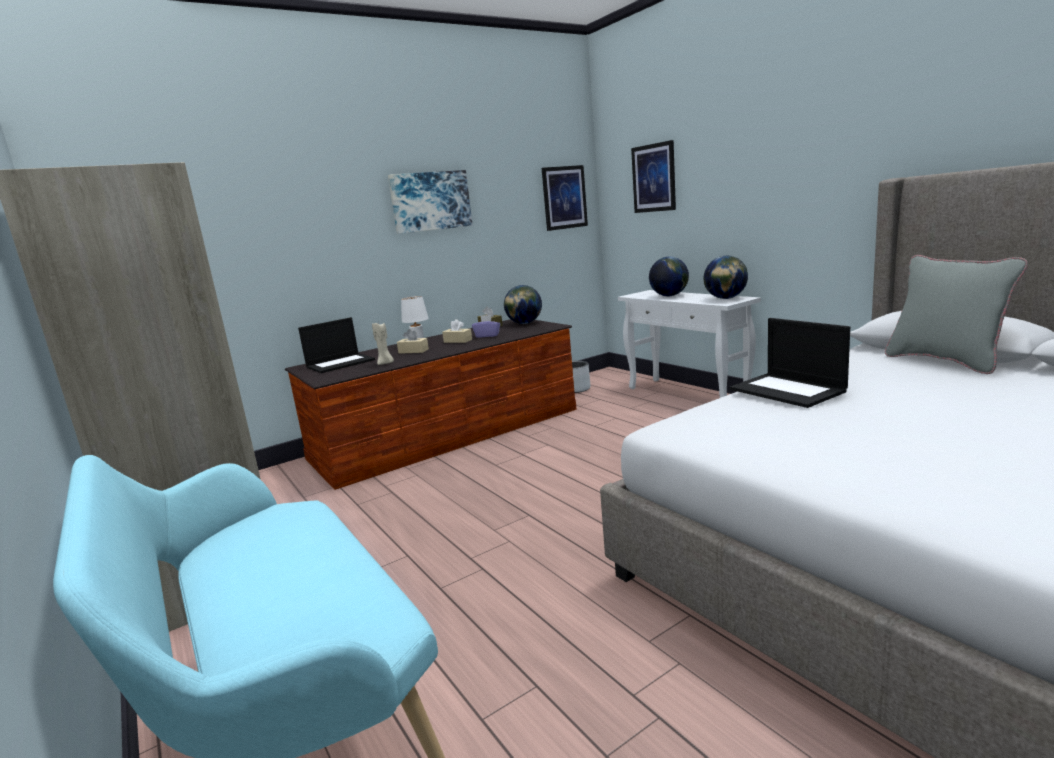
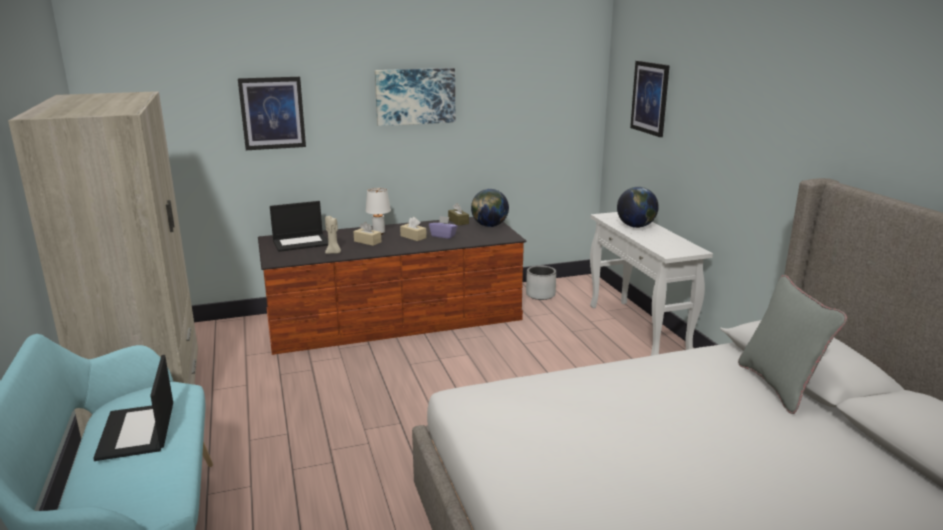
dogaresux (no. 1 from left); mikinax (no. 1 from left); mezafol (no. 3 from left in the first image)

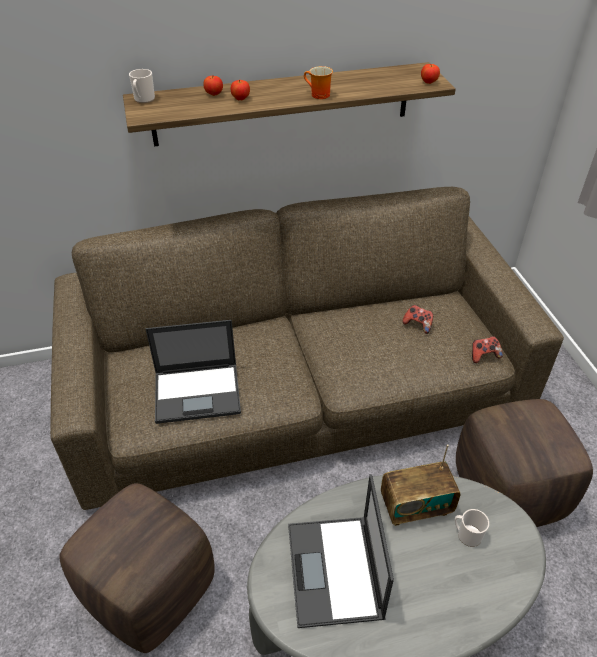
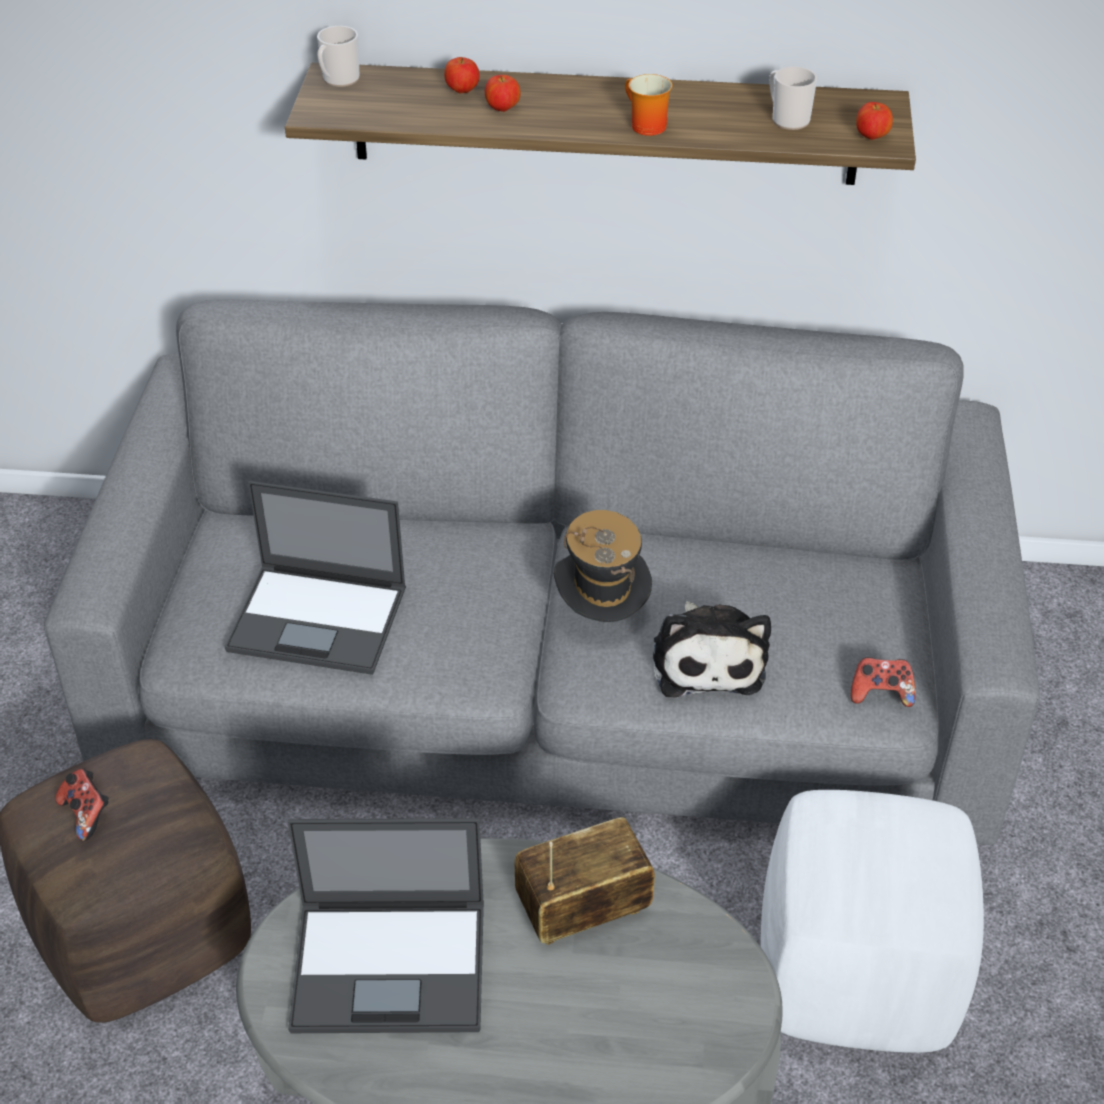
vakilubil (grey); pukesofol (no. 1 from left); dogaresux (no. 2 from left); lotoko; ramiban; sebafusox; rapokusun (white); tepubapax (no. 3 from left)

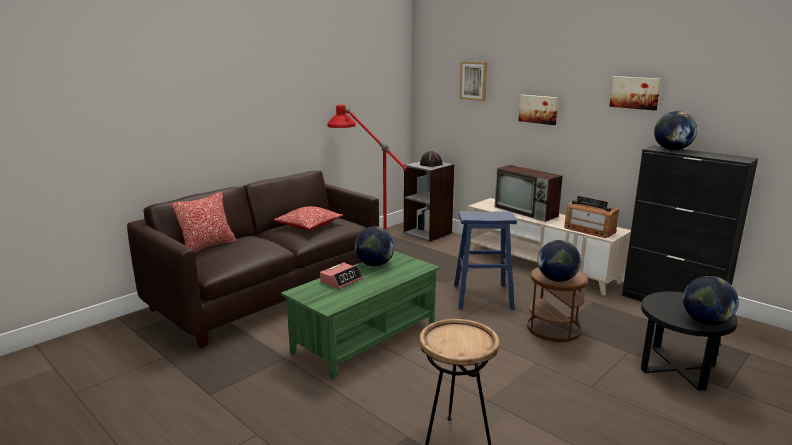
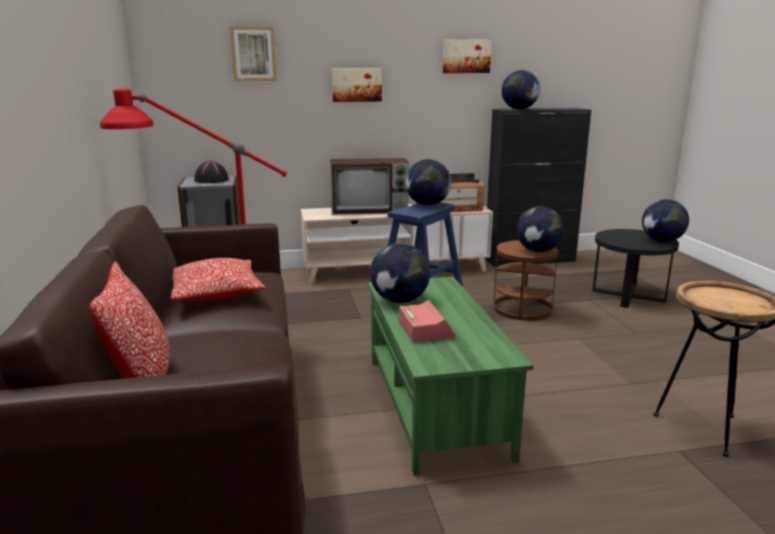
mezafol (no. 2 from left)

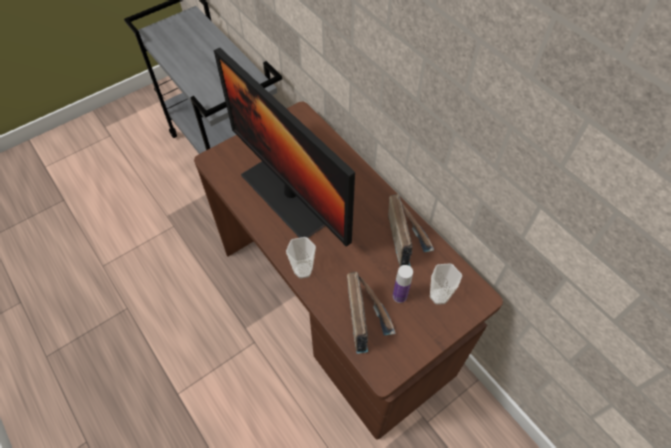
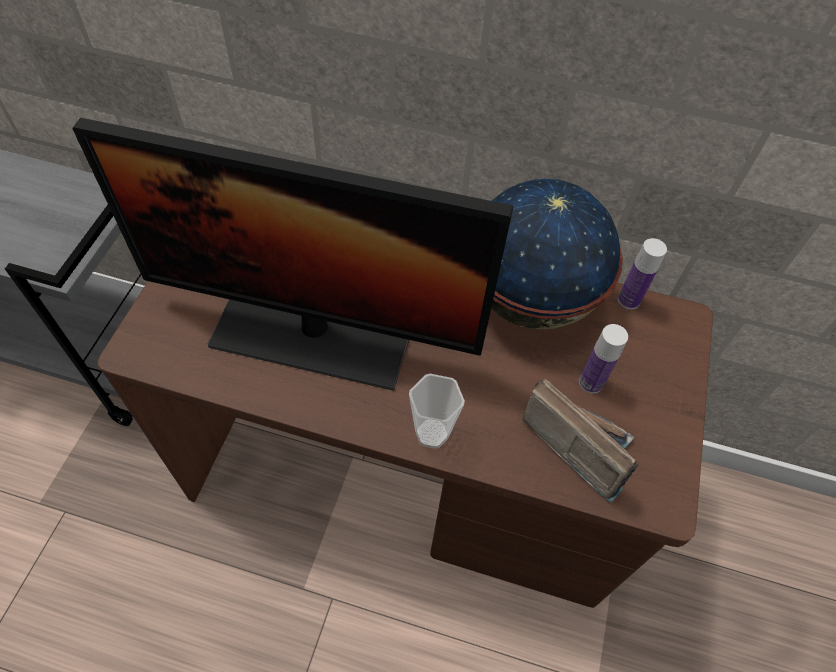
mezafol; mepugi (no. 2 from left); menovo (no. 2 from left in the first image)

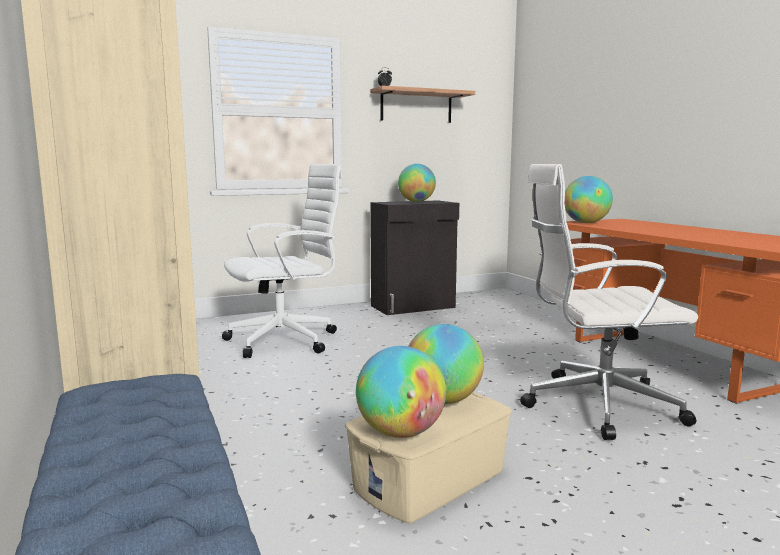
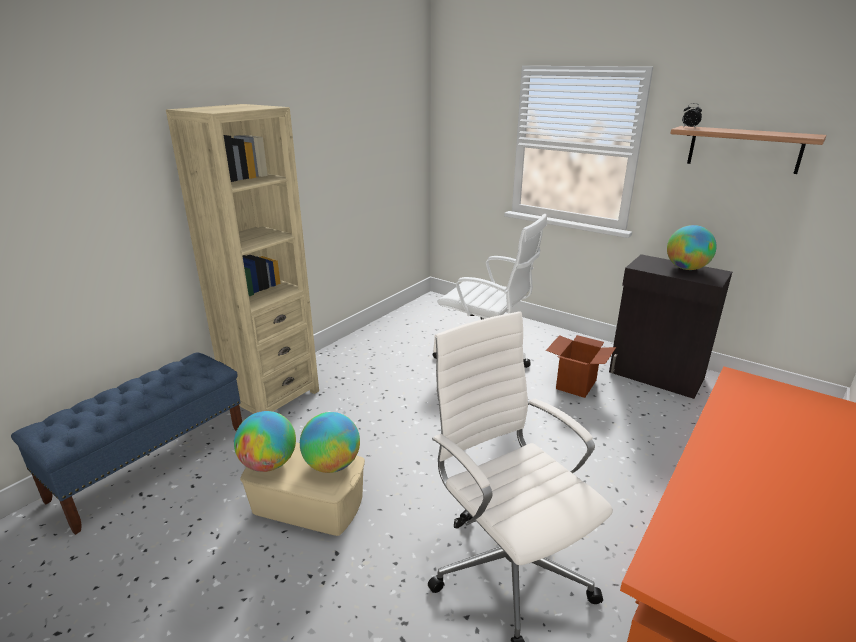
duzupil; mezafol (no. 4 from left in the first image)

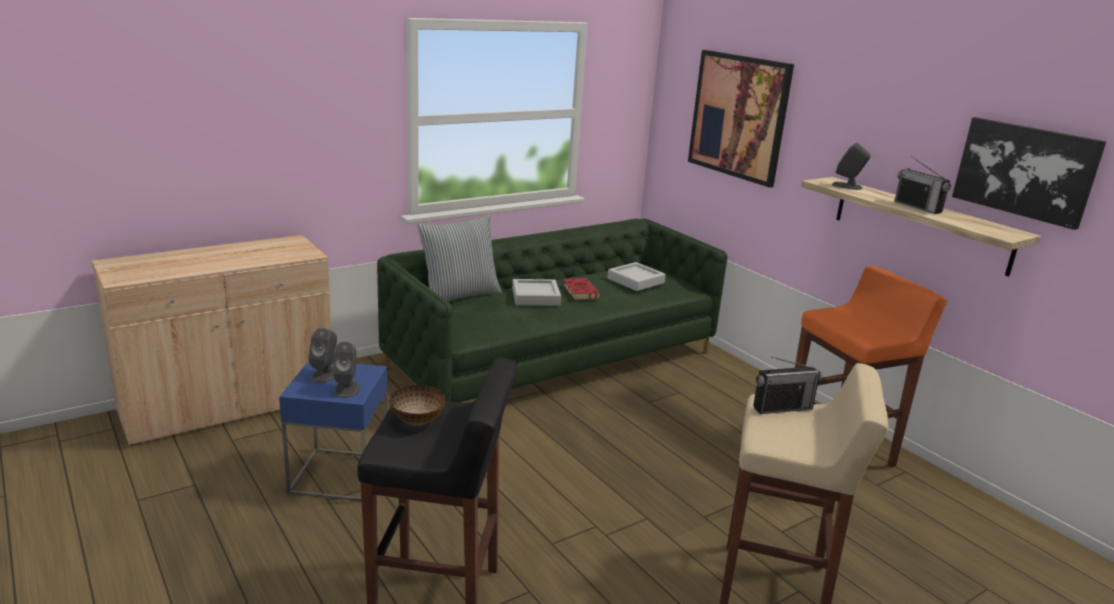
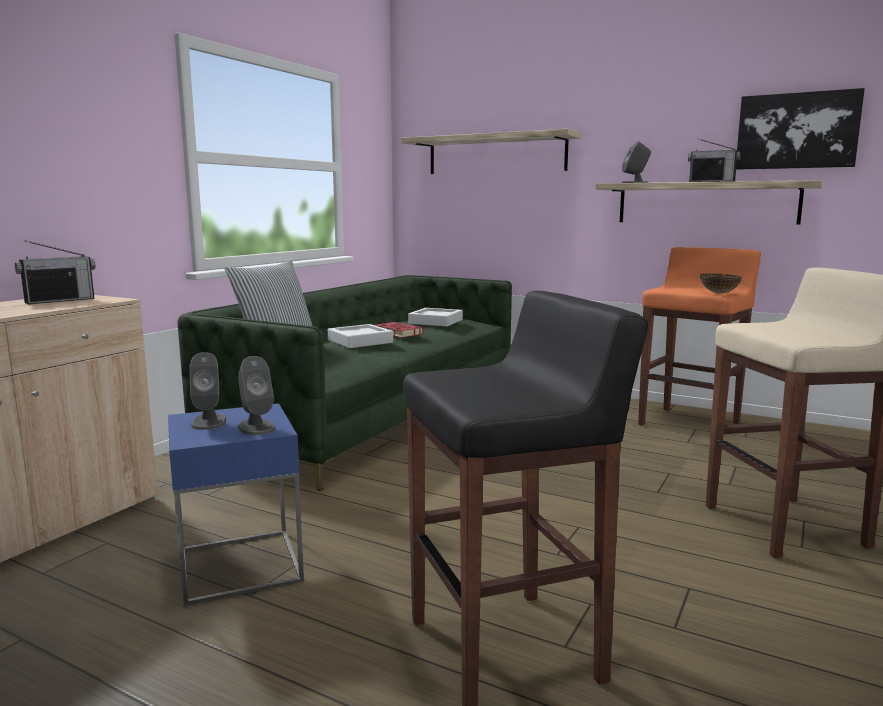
lotoko (no. 1 from left); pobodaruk (no. 1 from left); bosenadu

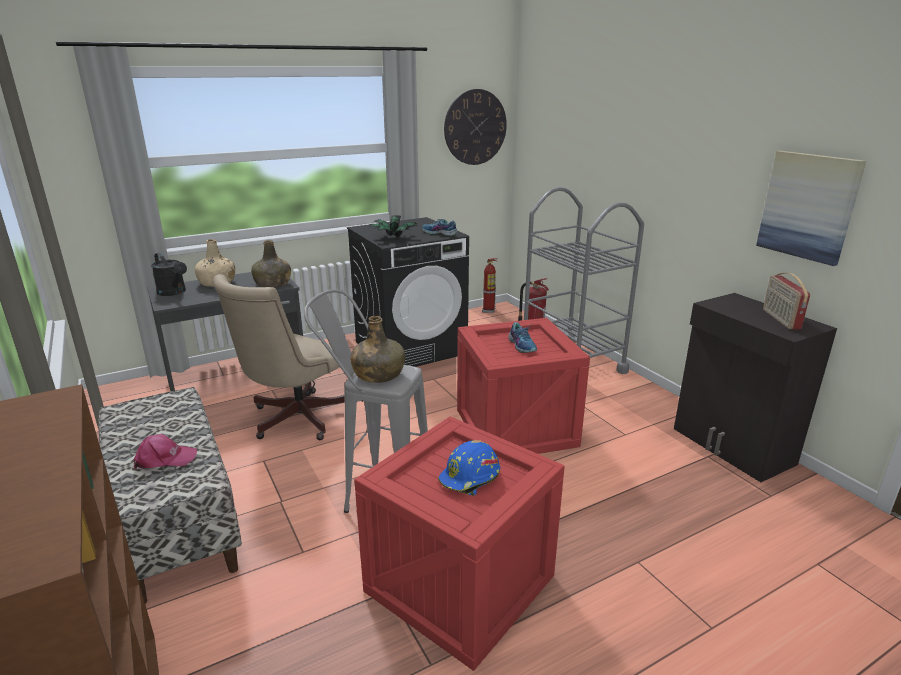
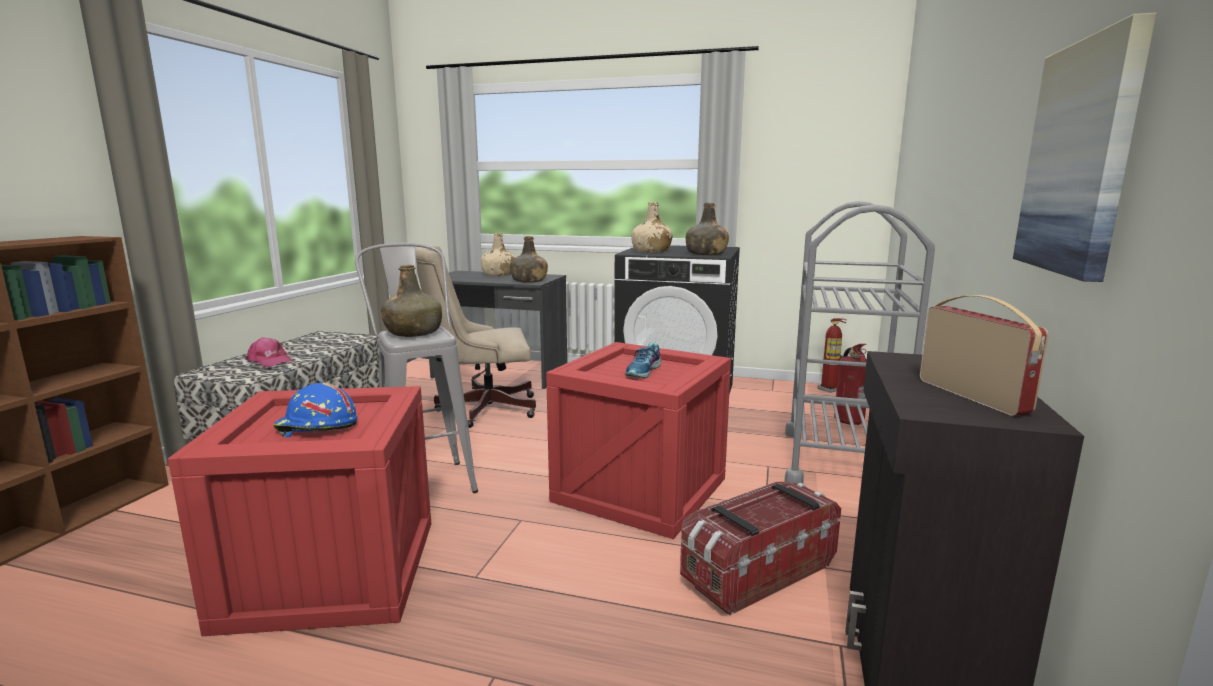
mepugi (beige) (no. 2 from left); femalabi; mepugi (green) (no. 3 from left); lotoko; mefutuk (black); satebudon

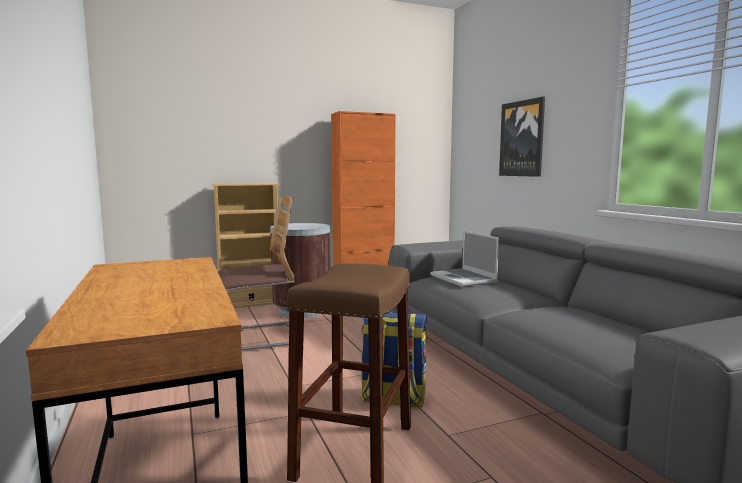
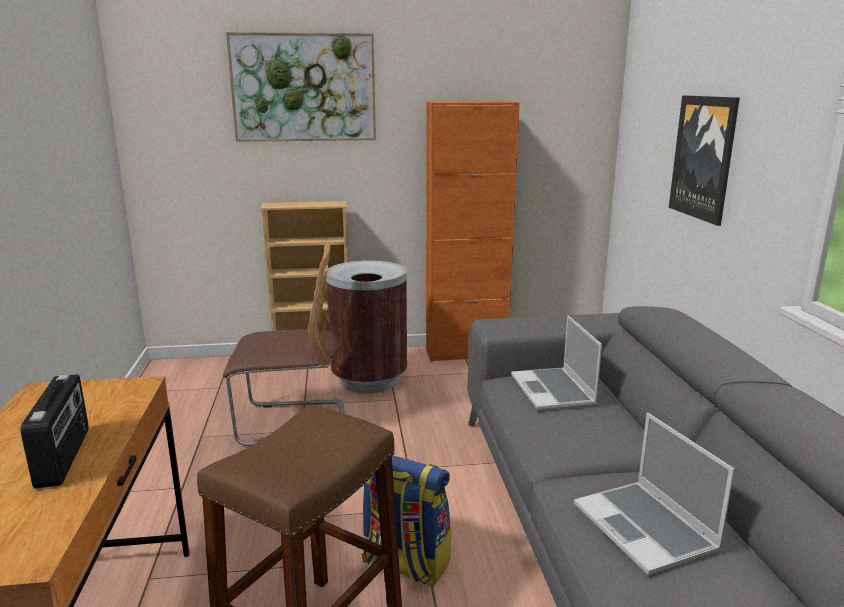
lotoko; mikinax (no. 1 from left); dogaresux (no. 2 from left)

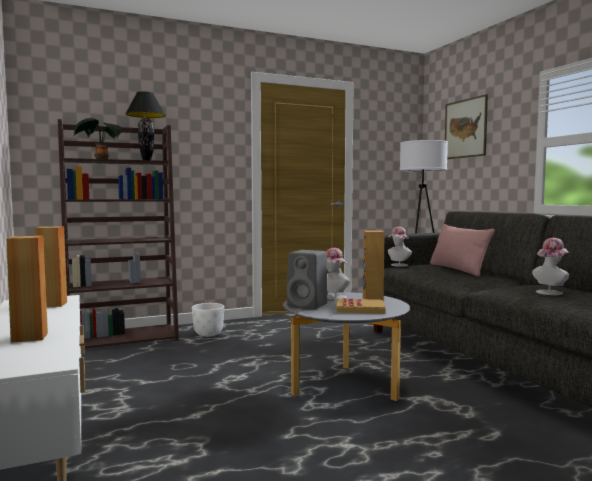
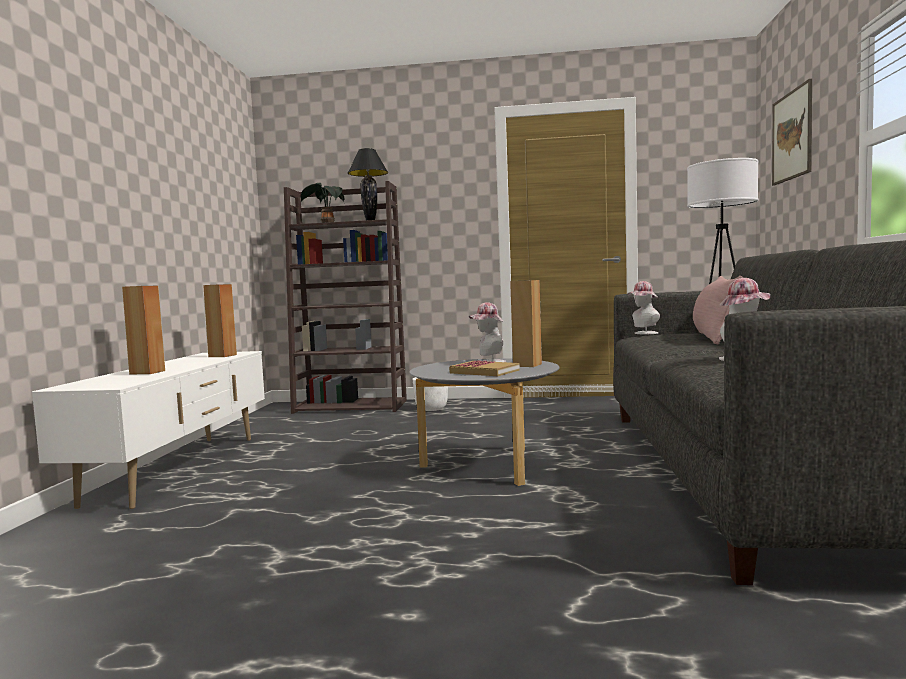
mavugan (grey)

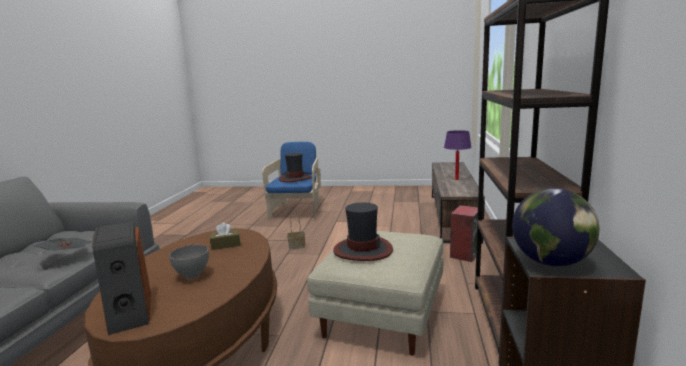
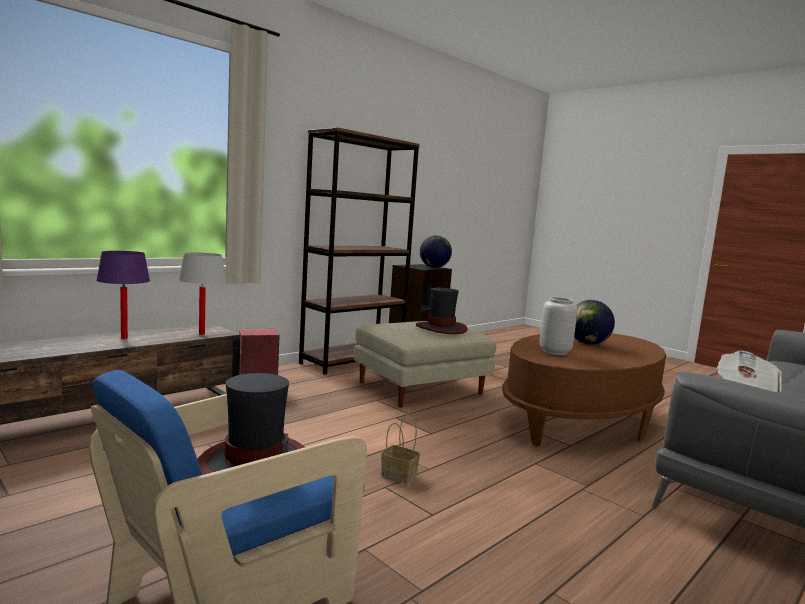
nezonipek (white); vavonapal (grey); mezafol (no. 2 from left); mavugan (no. 1 from left in the first image)

